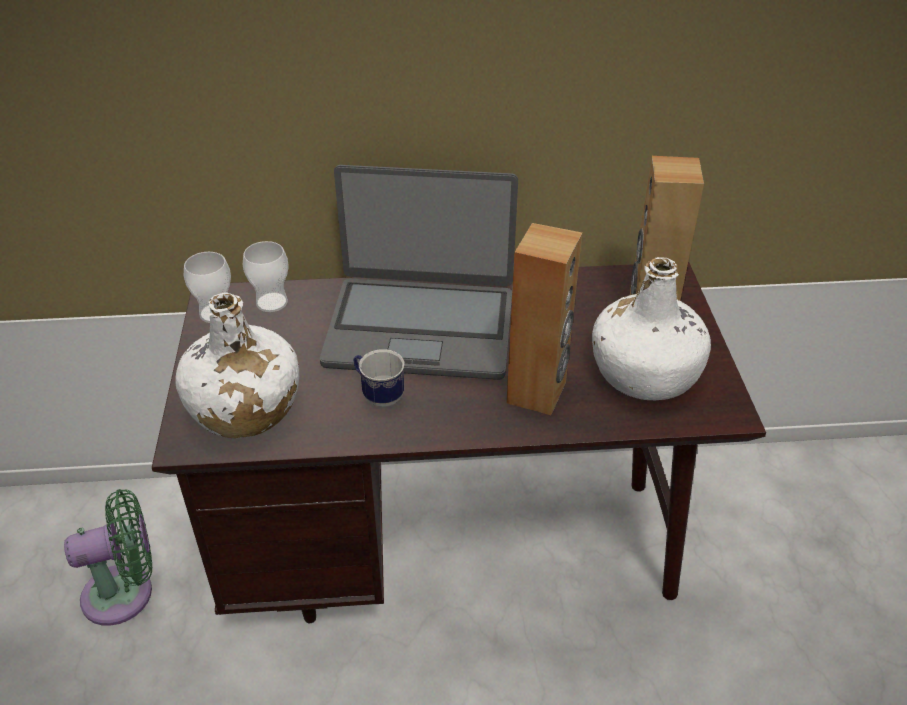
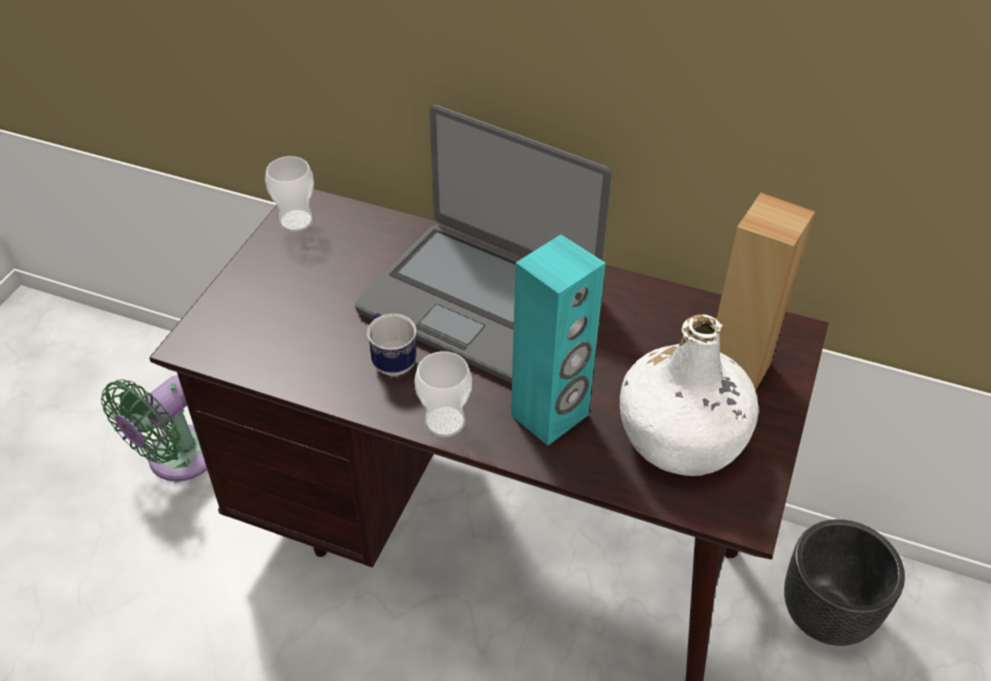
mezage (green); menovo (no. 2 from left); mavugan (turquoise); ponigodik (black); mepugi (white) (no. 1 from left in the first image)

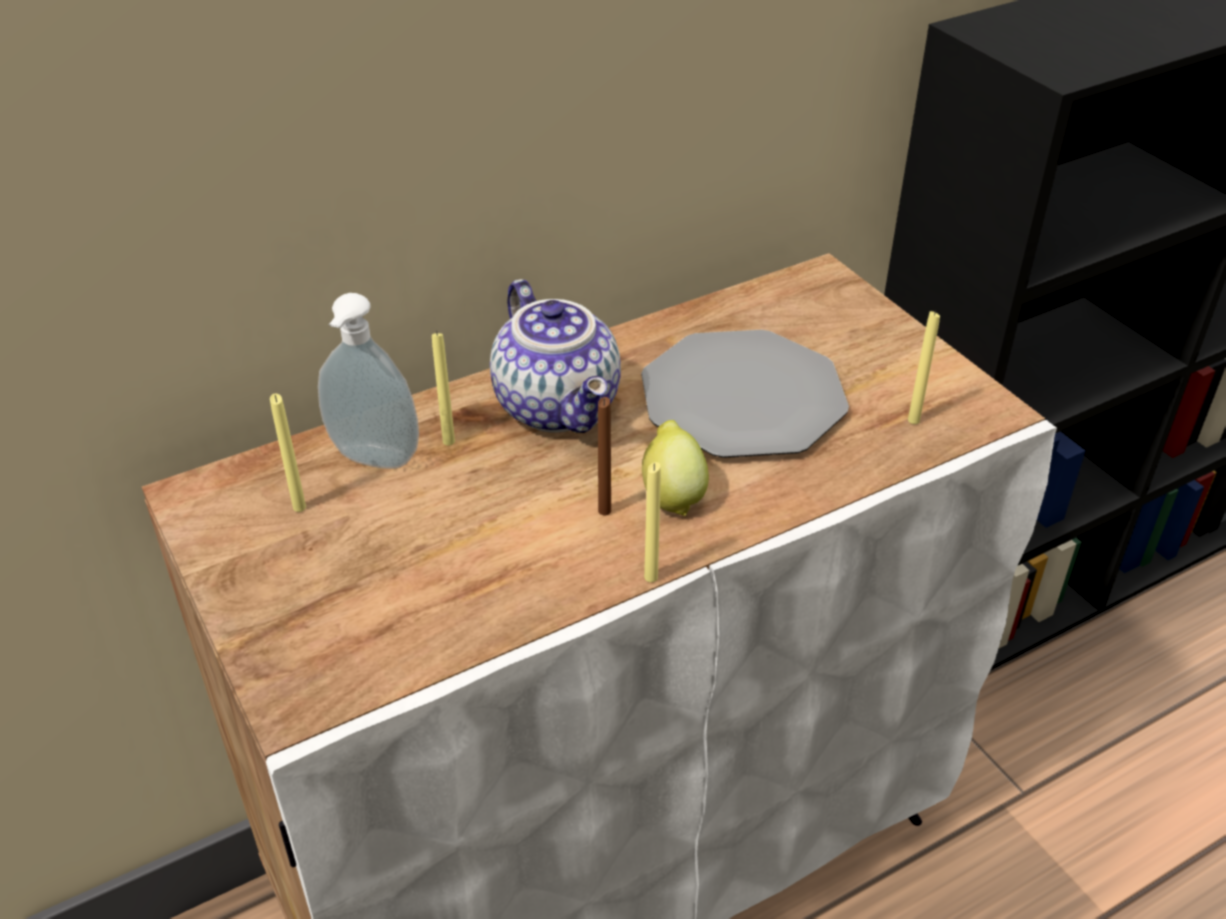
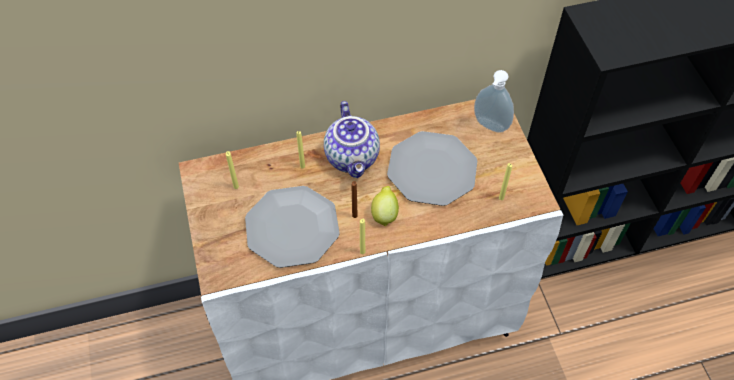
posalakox (no. 1 from left); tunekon

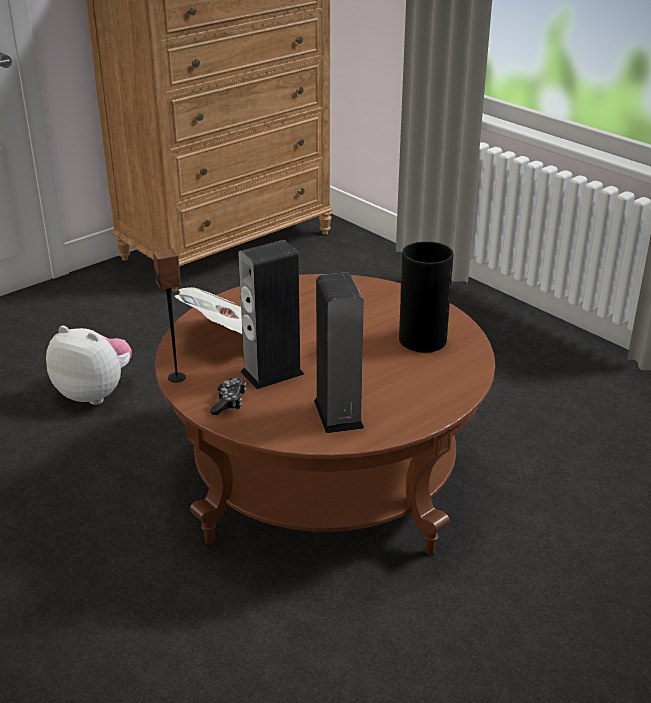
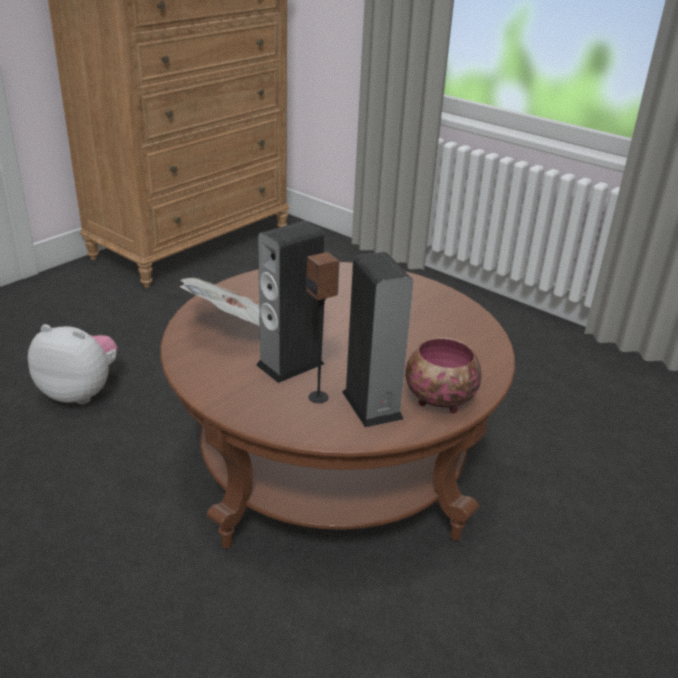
mavugan (no. 2 from left); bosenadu; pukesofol; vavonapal

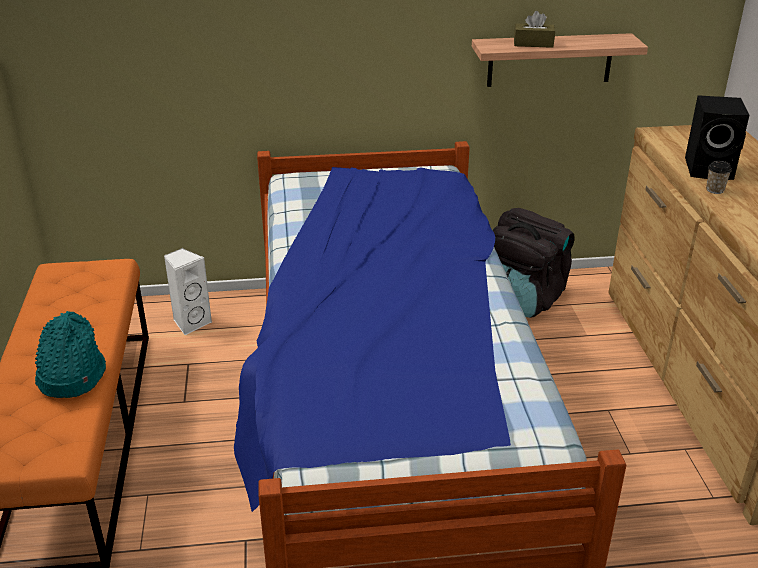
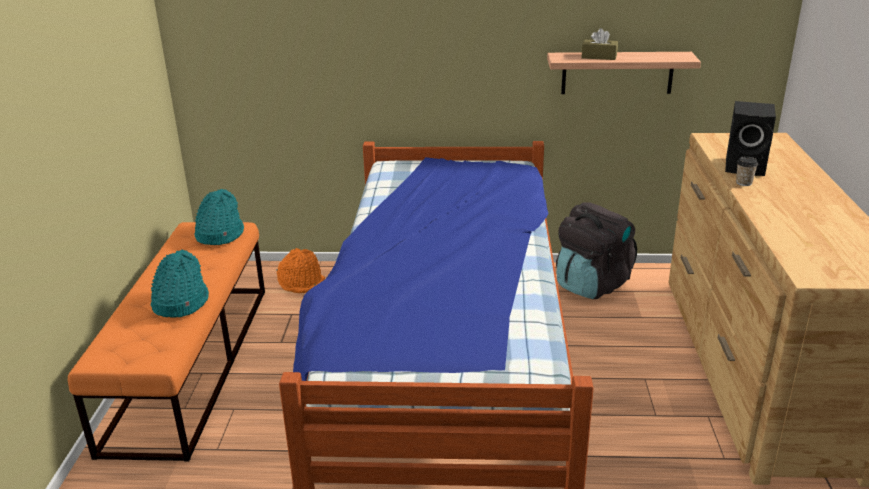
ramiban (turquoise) (no. 2 from left); ramiban (orange)

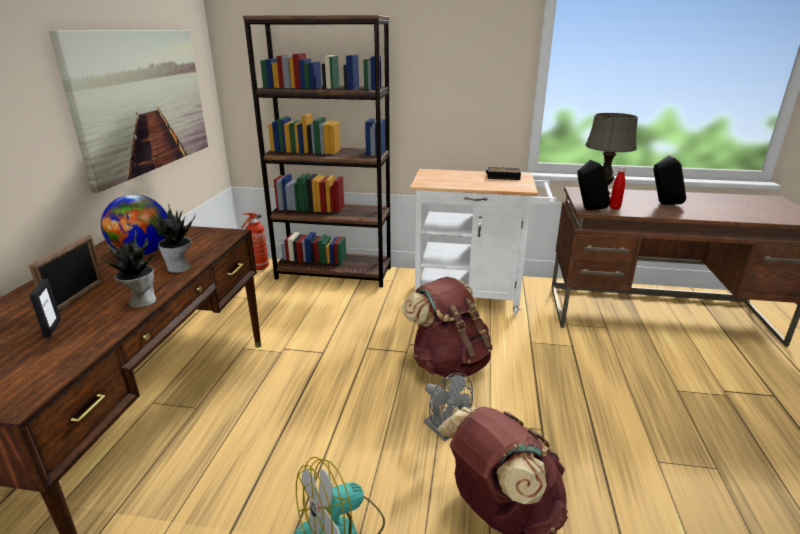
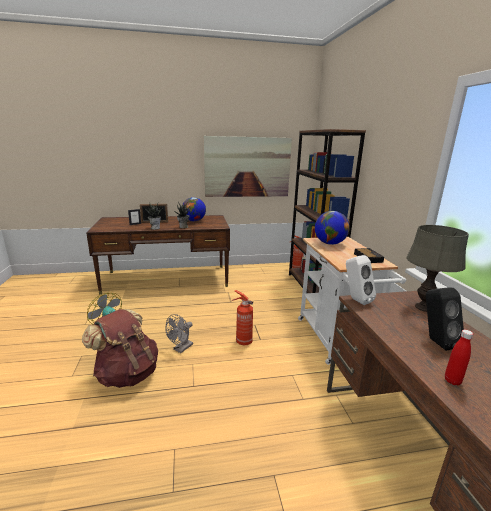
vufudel (no. 1 from left); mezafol (no. 2 from left); mavugan (white); mepugi (red)

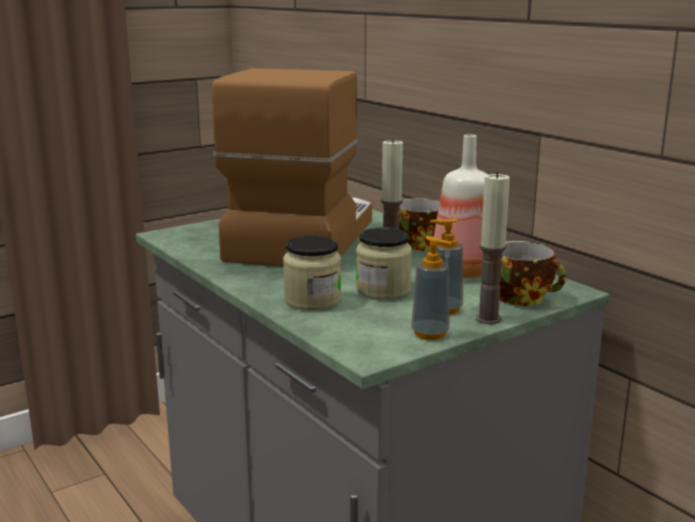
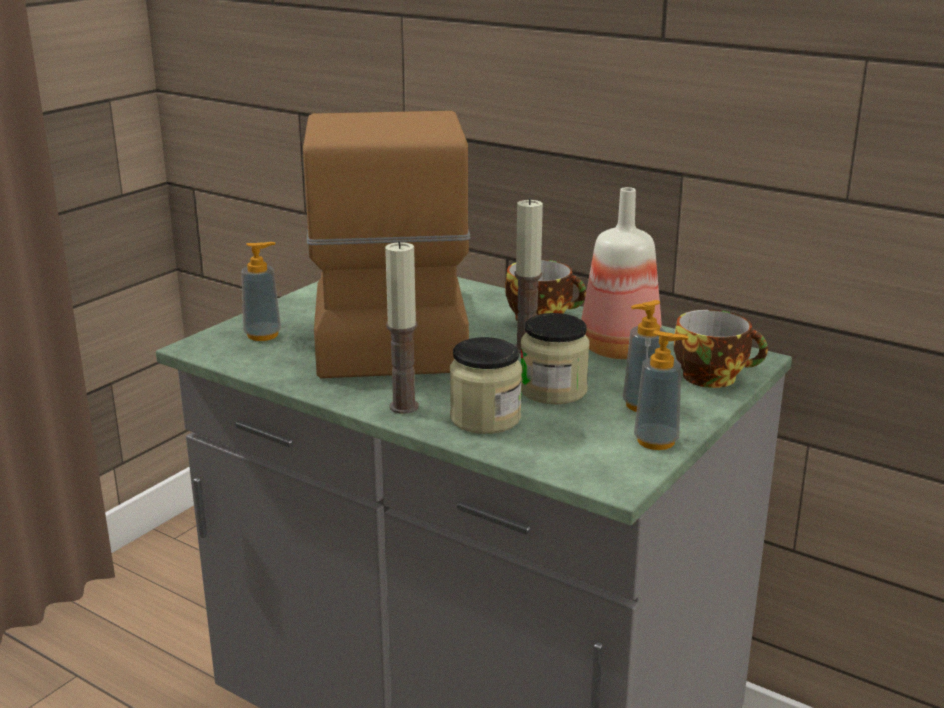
tunekon (no. 1 from left); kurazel (no. 1 from left)

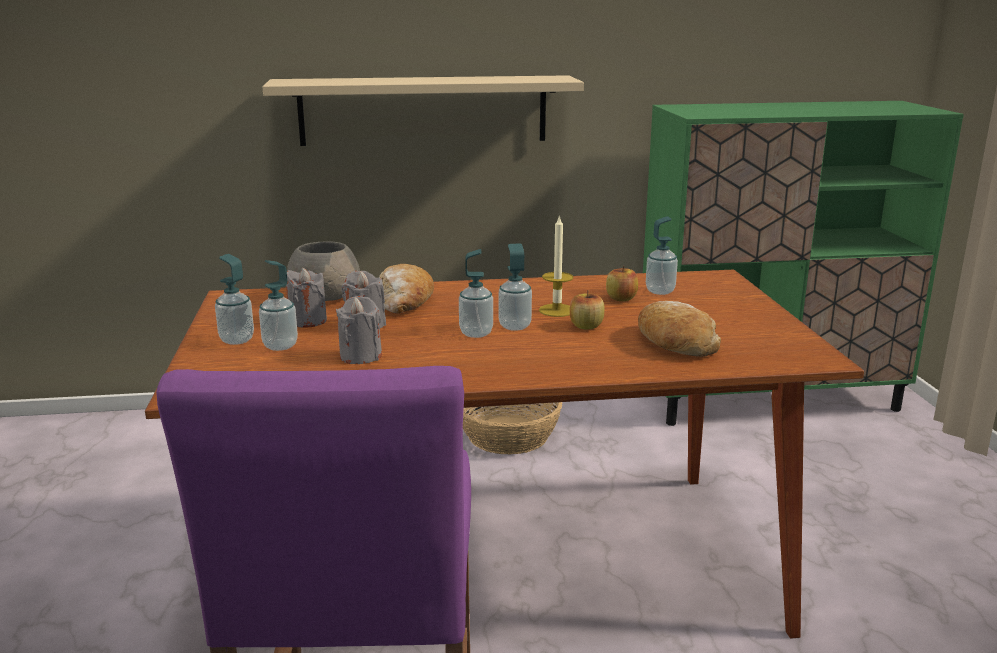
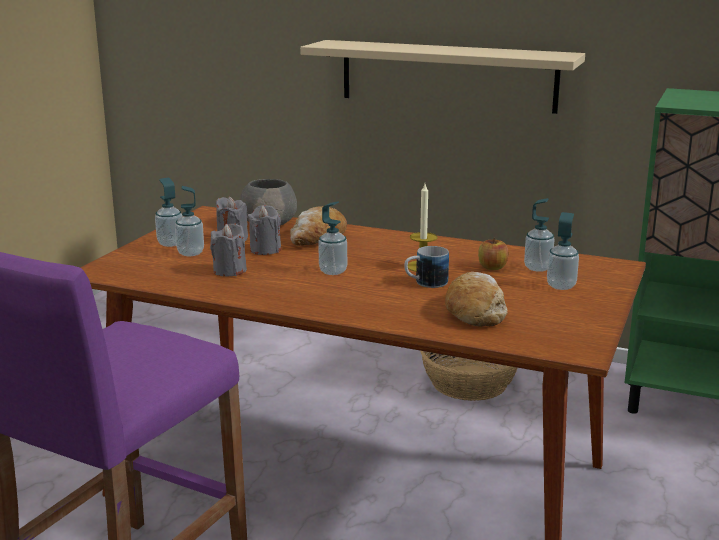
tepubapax; tunekon (no. 5 from left)

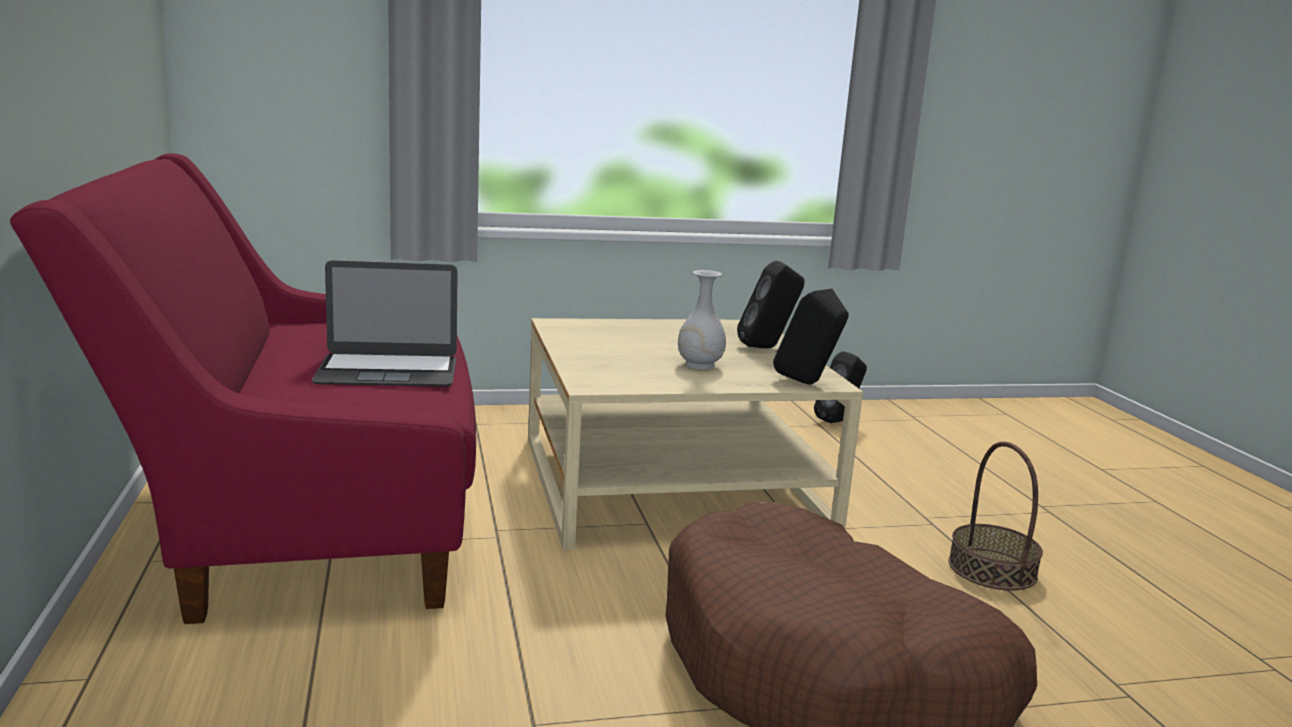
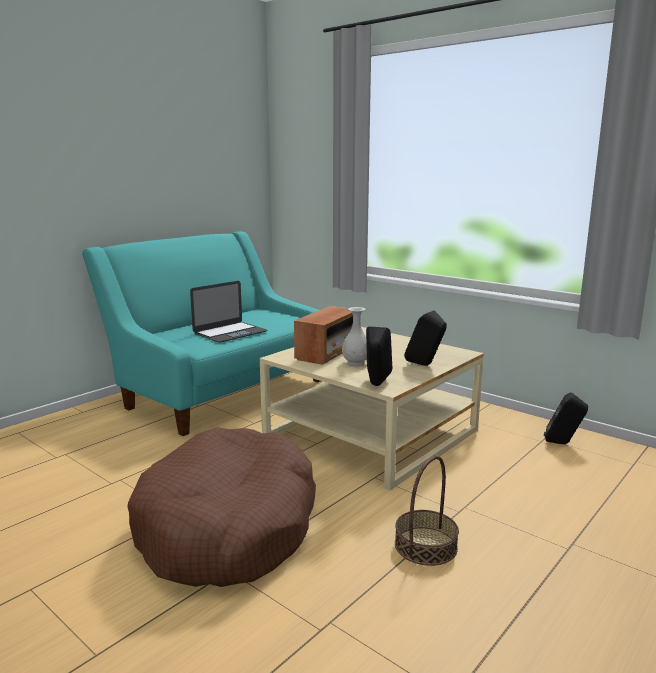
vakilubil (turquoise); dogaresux; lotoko

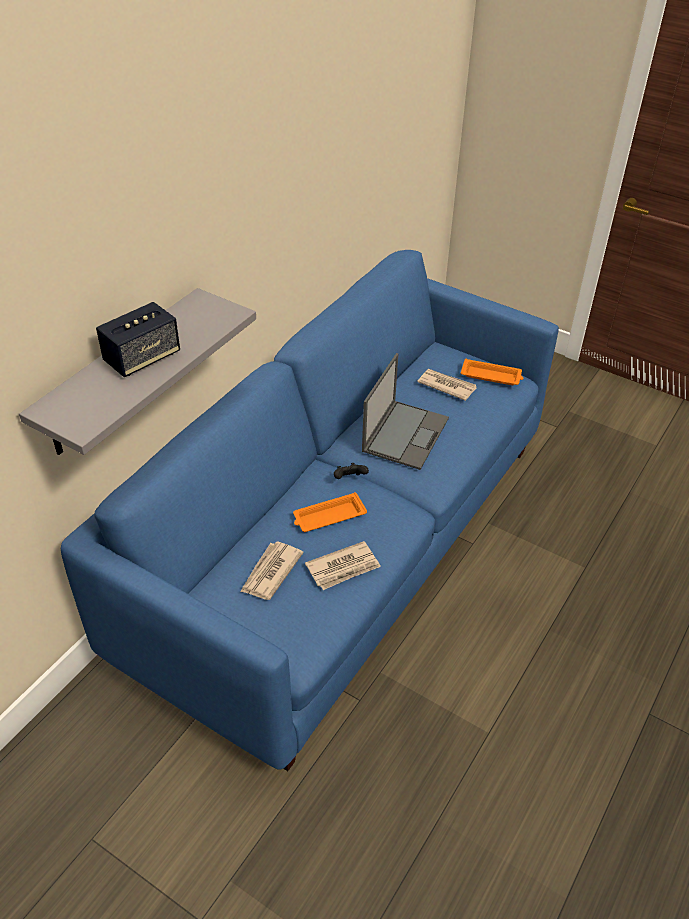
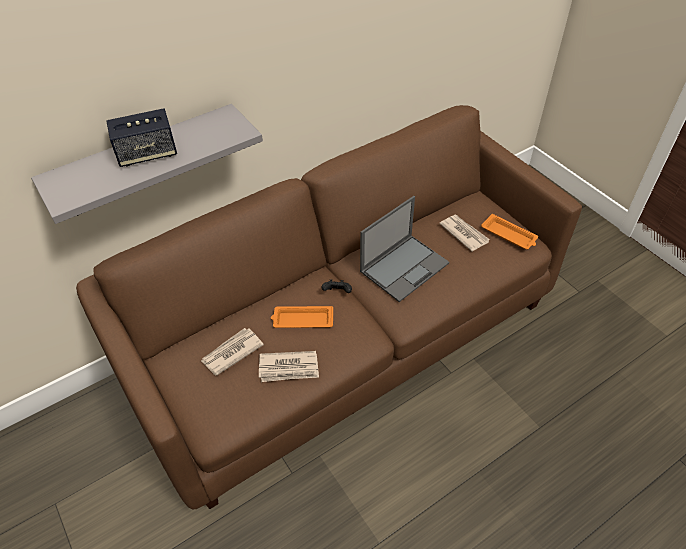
vakilubil (brown)

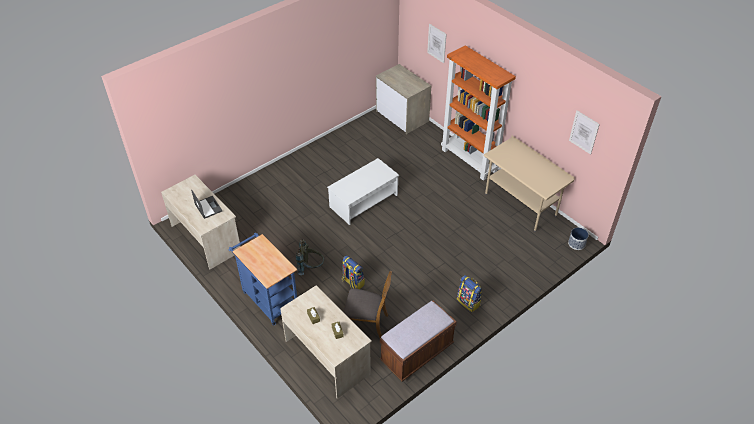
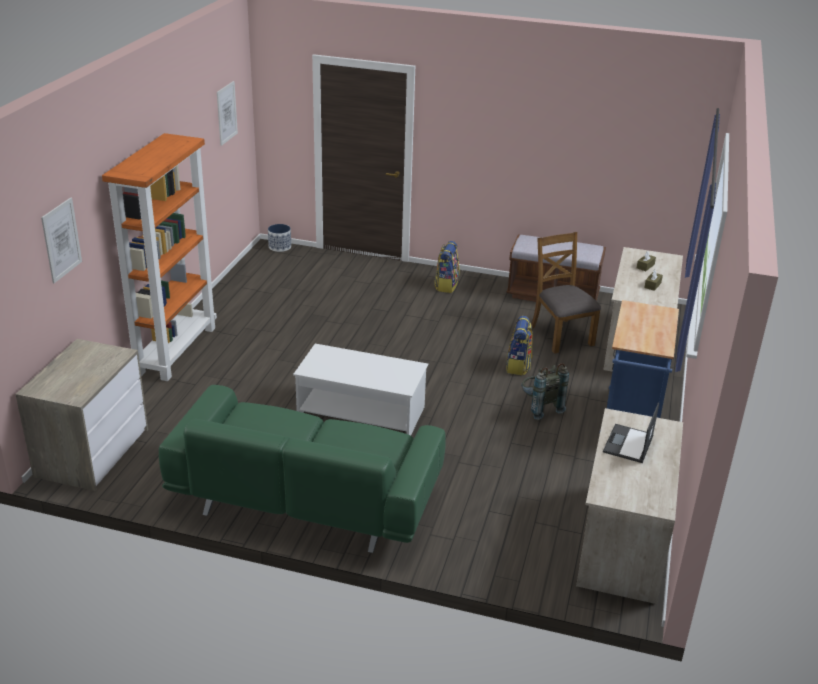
vakilubil (green); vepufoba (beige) (no. 3 from left in the first image)

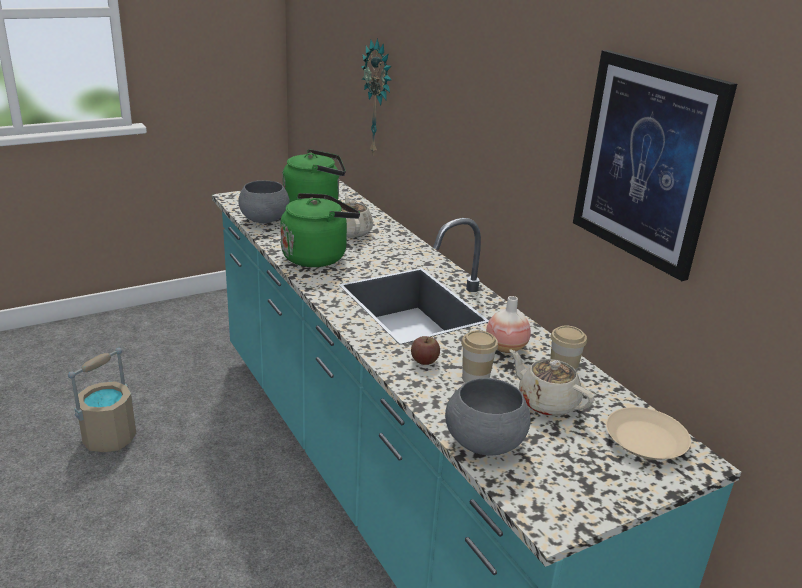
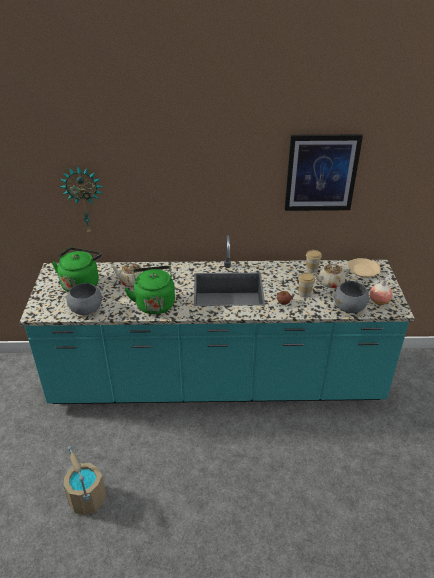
vavonapal

